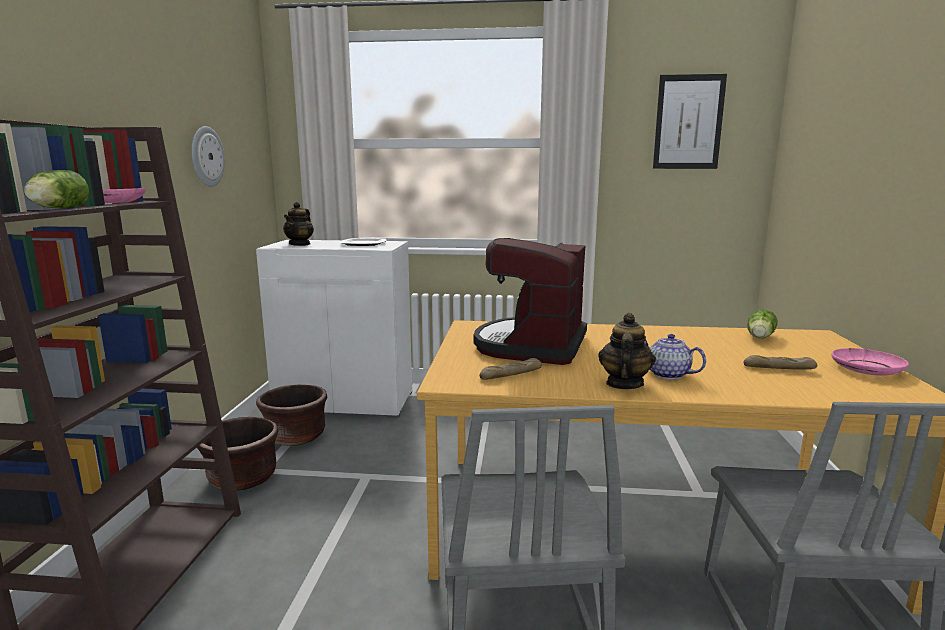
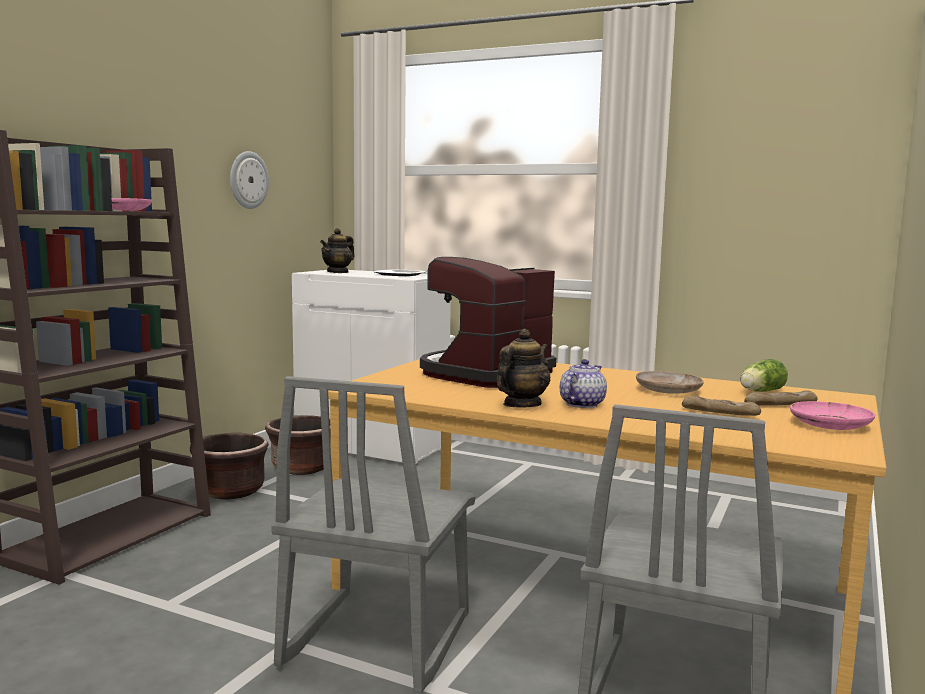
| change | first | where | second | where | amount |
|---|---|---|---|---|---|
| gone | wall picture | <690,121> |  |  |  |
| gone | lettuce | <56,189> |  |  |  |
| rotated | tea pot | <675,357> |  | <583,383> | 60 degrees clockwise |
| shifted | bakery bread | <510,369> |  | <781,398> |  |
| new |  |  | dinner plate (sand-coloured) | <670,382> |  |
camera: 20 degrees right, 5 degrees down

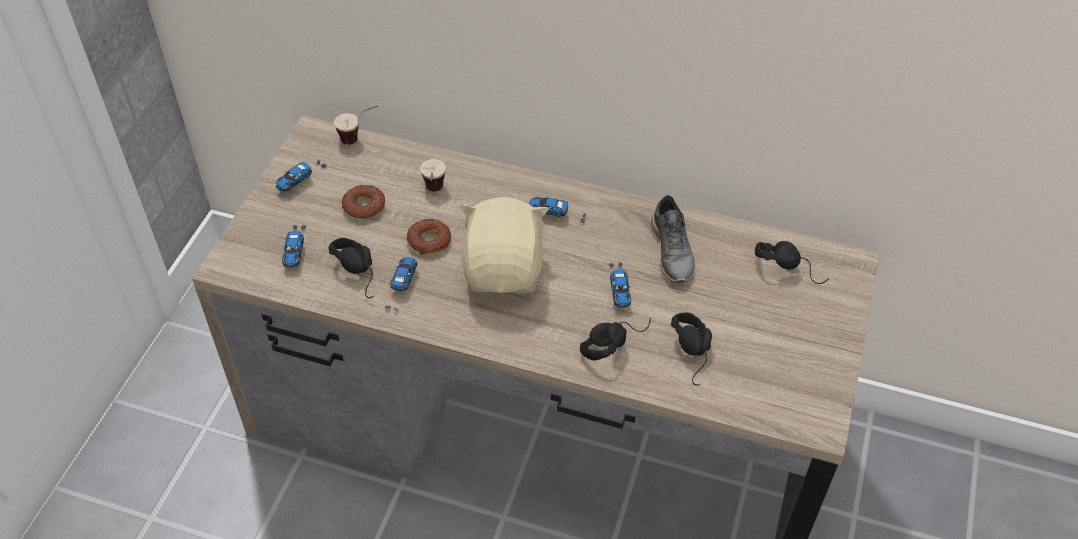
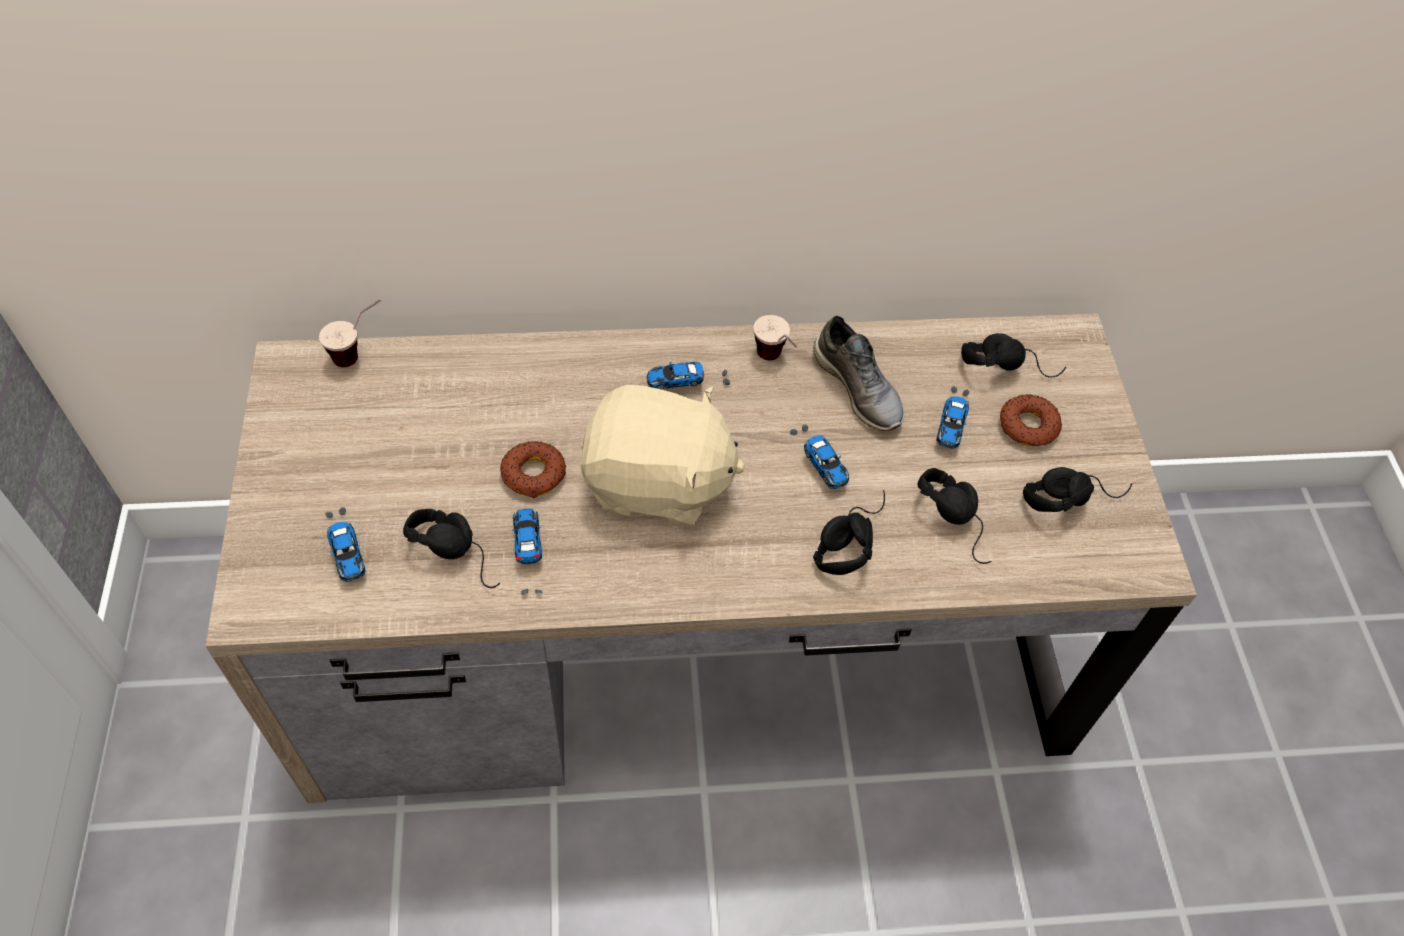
| change | first | where | second | where | amount |
|---|---|---|---|---|---|
| shifted | small cup | <433,175> |  | <775,337> |  |
| shifted | miniature car | <301,176> |  | <953,417> |  |
| shifted | ring doughnut | <363,202> |  | <1031,420> |  |
| rotated | cuddly toy (sand-coloured) | <504,245> |  | <663,455> | 120 degrees clockwise |
| new |  |  | headset (black-coloured) | <1077,489> |  |
camera: 25 degrees left, 5 degrees up

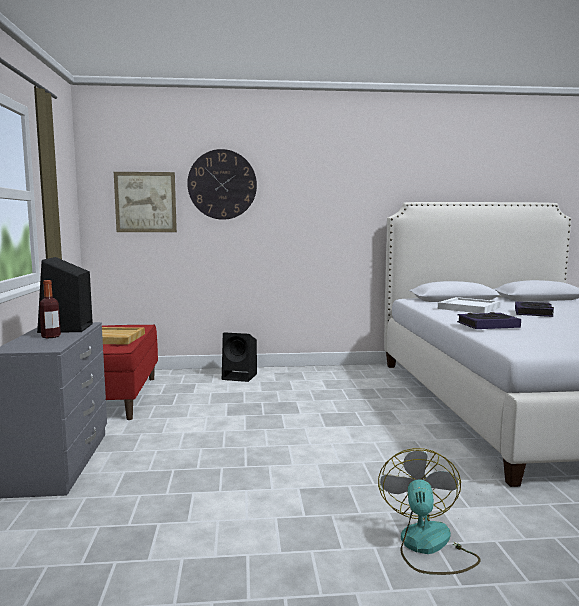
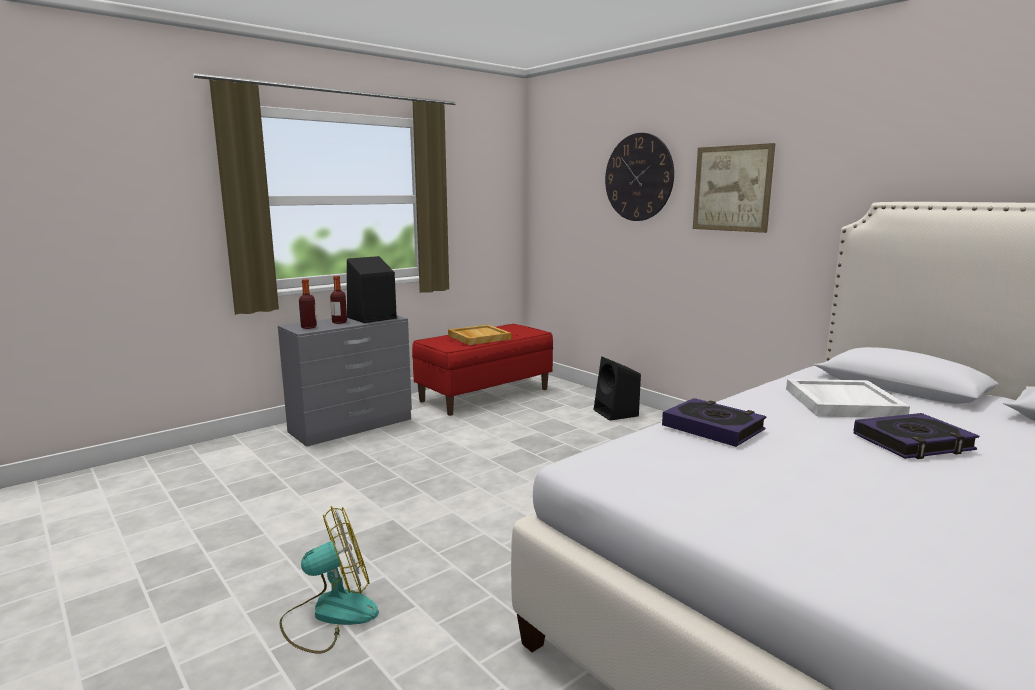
| change | first | where | second | where | amount |
|---|---|---|---|---|---|
| shifted | wall picture | <145,202> |  | <734,188> |  |
| new |  |  | bottle | <308,304> |  |
camera: 55 degrees right, 5 degrees up

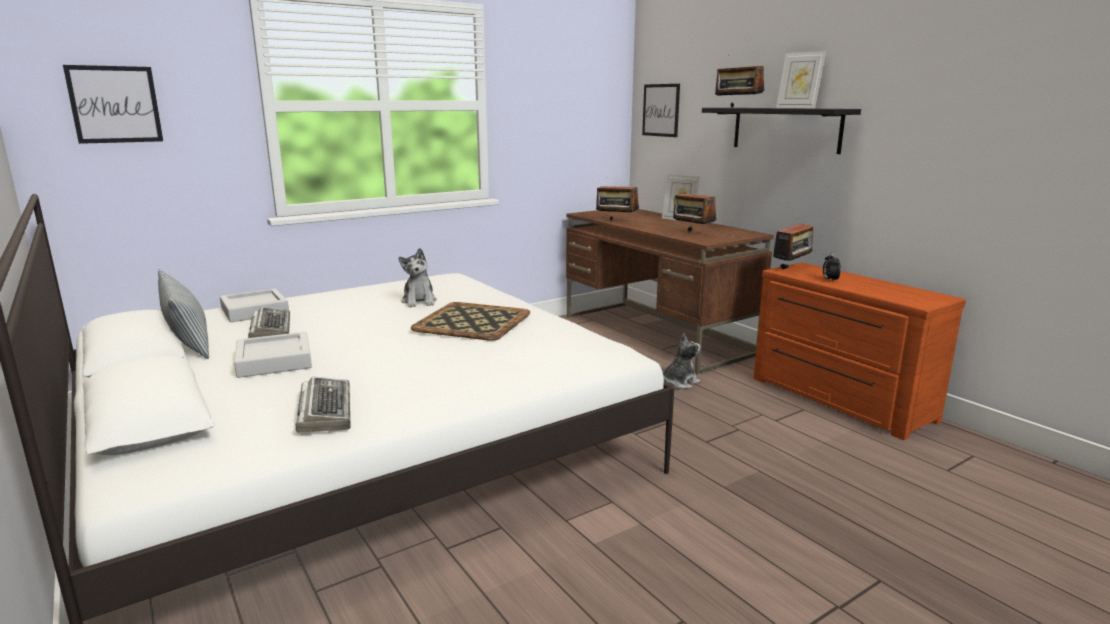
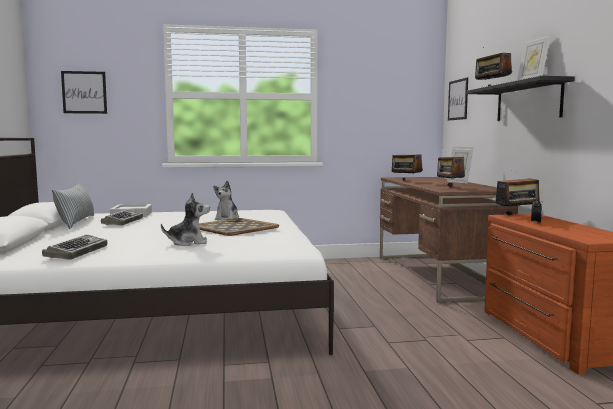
| change | first | where | second | where | amount |
|---|---|---|---|---|---|
| gone | carrying tray (gray) | <273,355> |  |  |  |
| shifted | cuddly toy | <681,361> |  | <185,219> |  |
camera: 25 degrees right, 10 degrees down

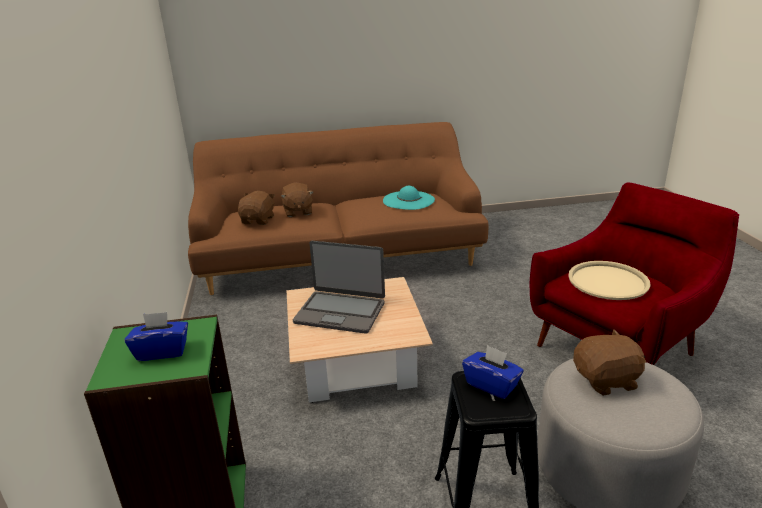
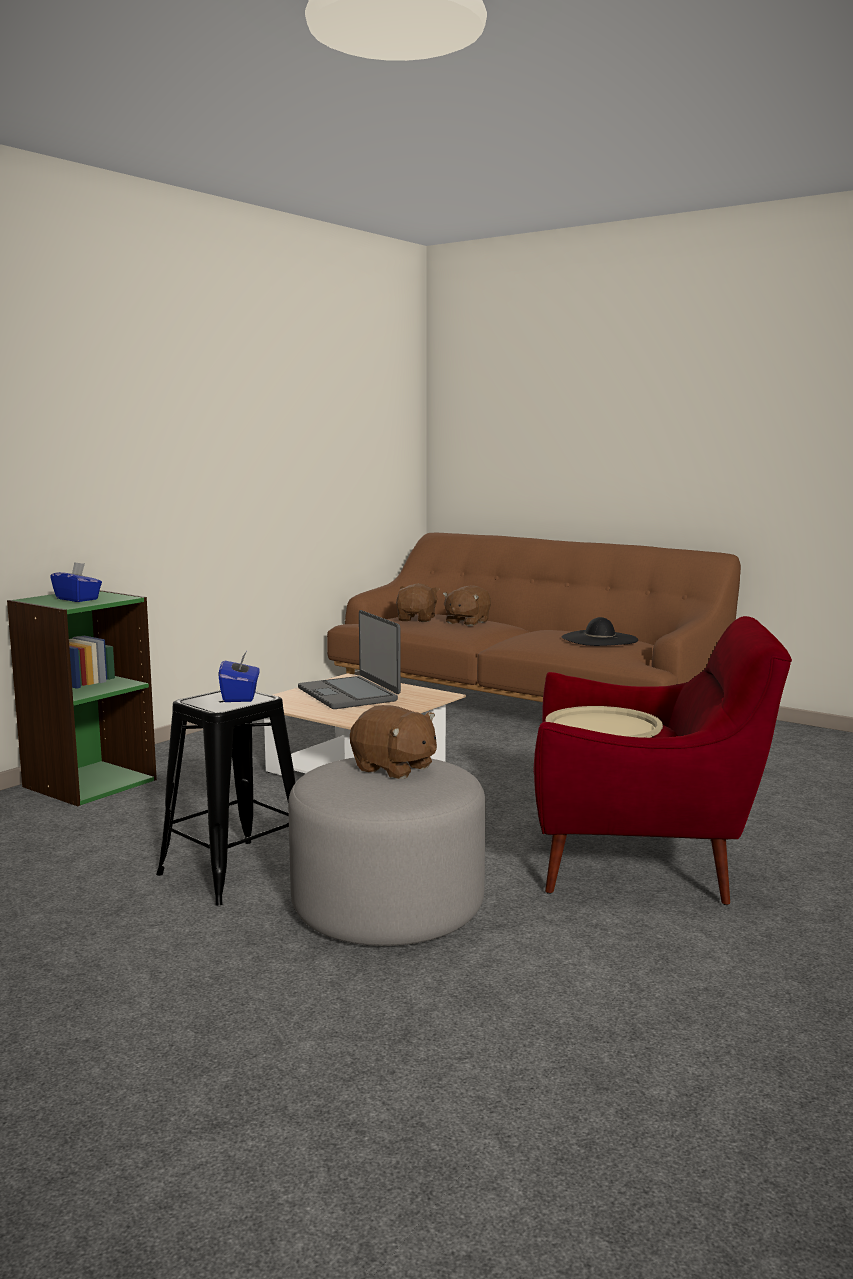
| change | first | where | second | where | amount |
|---|---|---|---|---|---|
| repainted | wearable hat (turquoise) | <409,198> | wearable hat (black-coloured) | <599,631> |  |
| rotated | cuddly toy (brown) | <256,208> |  | <418,602> | 45 degrees counterclockwise |
camera: 45 degrees right, 15 degrees down

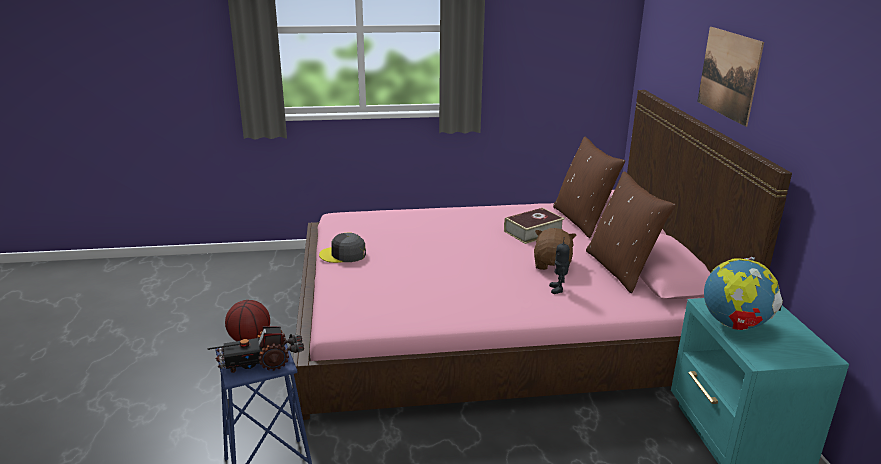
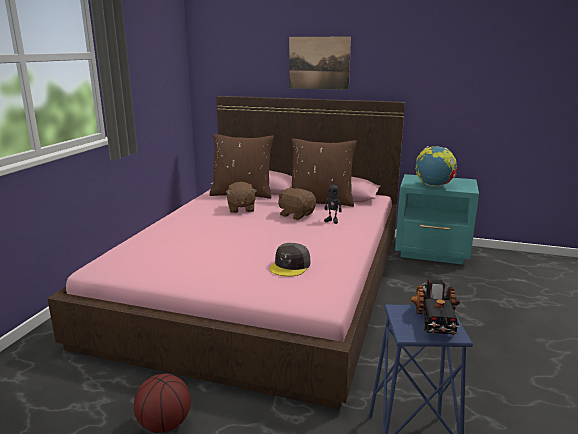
| change | first | where | second | where | amount |
|---|---|---|---|---|---|
| swapped | bound book | <534,226> | cuddly toy (brown) | <241,197> |  |
| shifted | peaked cap (gray) | <342,247> |  | <290,260> |  |
camera: 65 degrees left, 5 degrees down

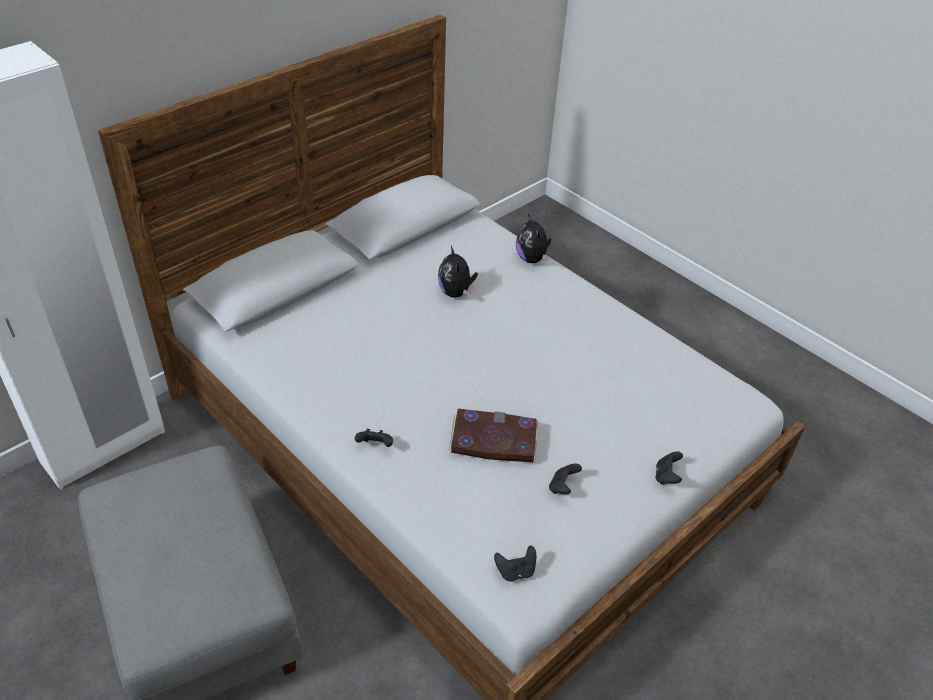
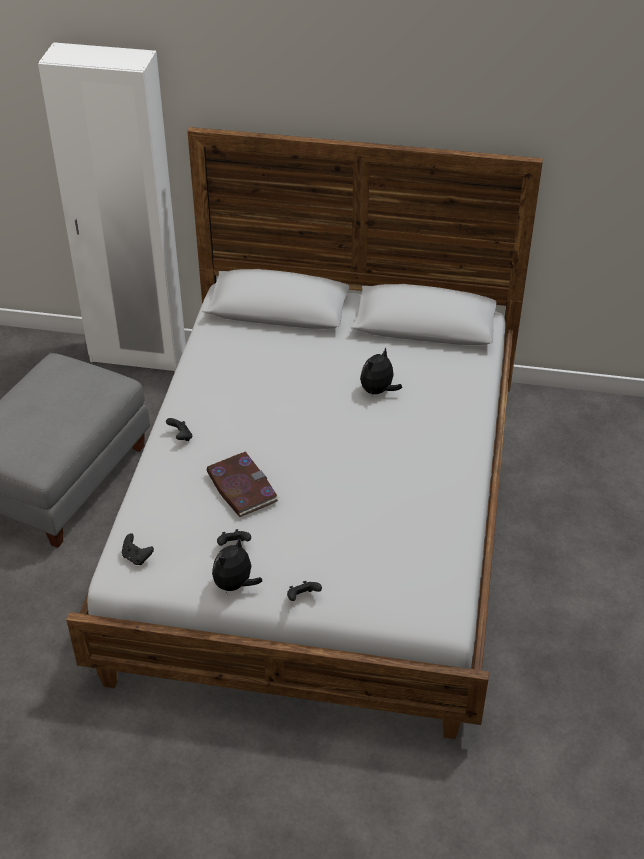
| change | first | where | second | where | amount |
|---|---|---|---|---|---|
| shifted | cuddly toy | <533,238> |  | <237,565> |  |
camera: 55 degrees right, 0 degrees up

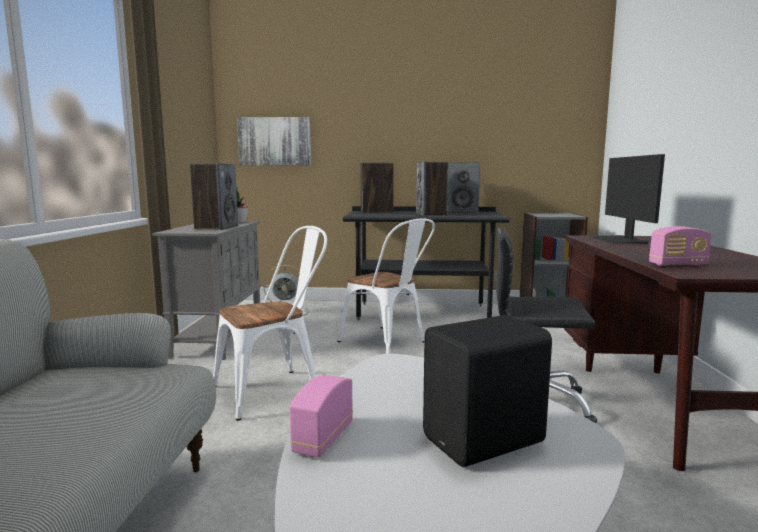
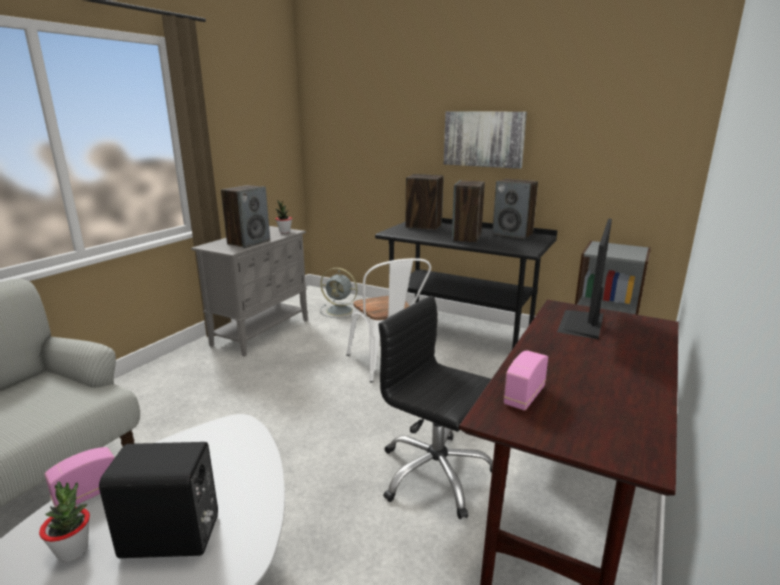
| change | first | where | second | where | amount |
|---|---|---|---|---|---|
| shifted | wall picture | <274,141> |  | <485,140> |  |
| gone | plain chair (white-coloured) | <270,323> |  |  |  |
| rotated | radio set | <680,246> |  | <526,380> | 105 degrees clockwise |
| new |  |  | potted plant | <64,521> |  |
camera: 25 degrees right, 10 degrees up

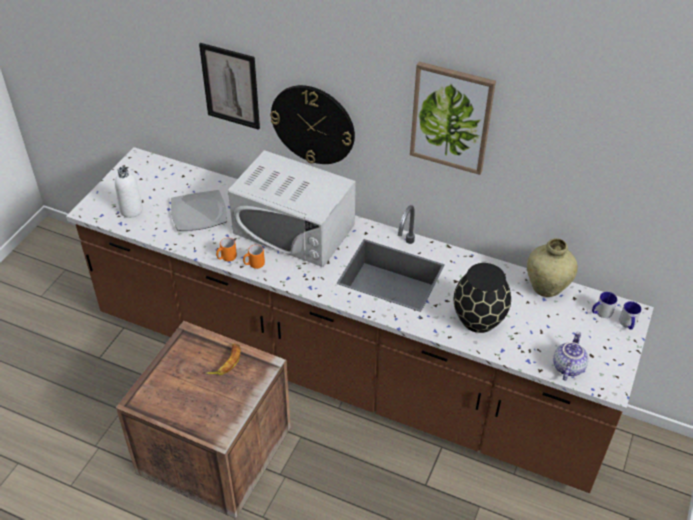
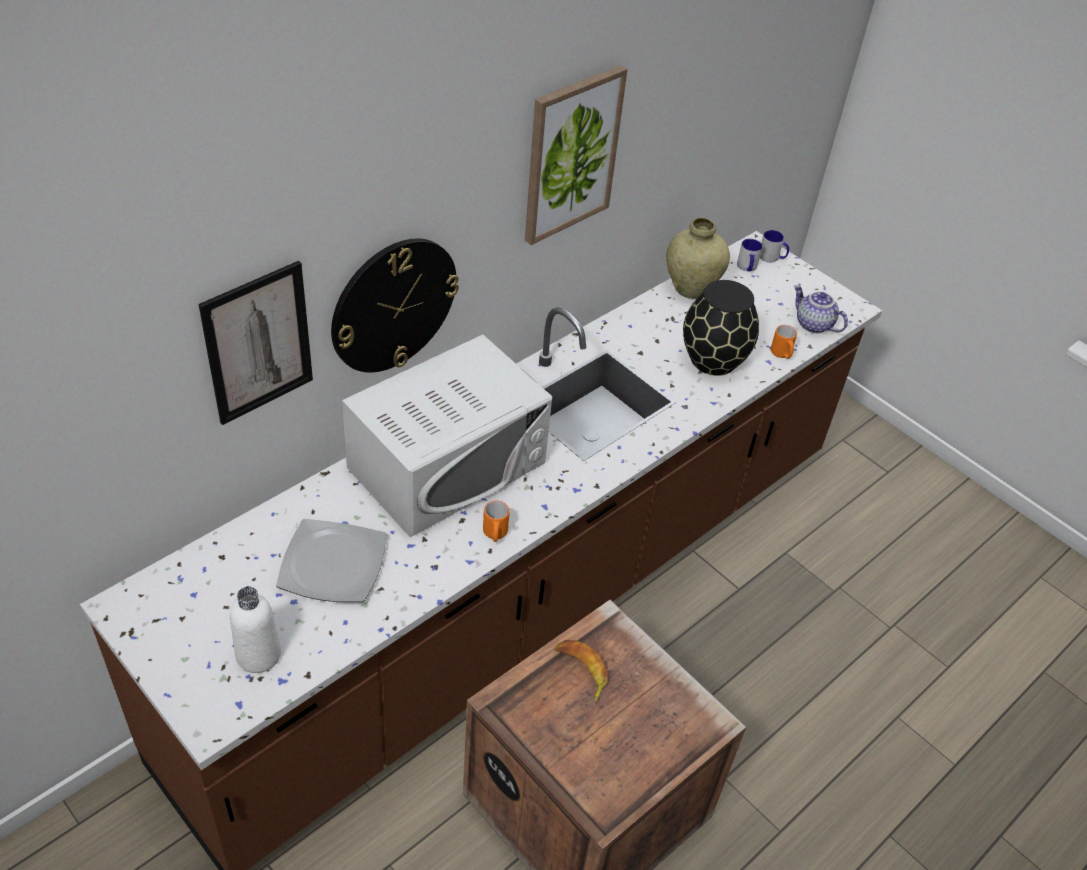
| change | first | where | second | where | amount |
|---|---|---|---|---|---|
| shifted | mug (orange) | <226,249> |  | <784,342> |  |
camera: 70 degrees left, 0 degrees up

